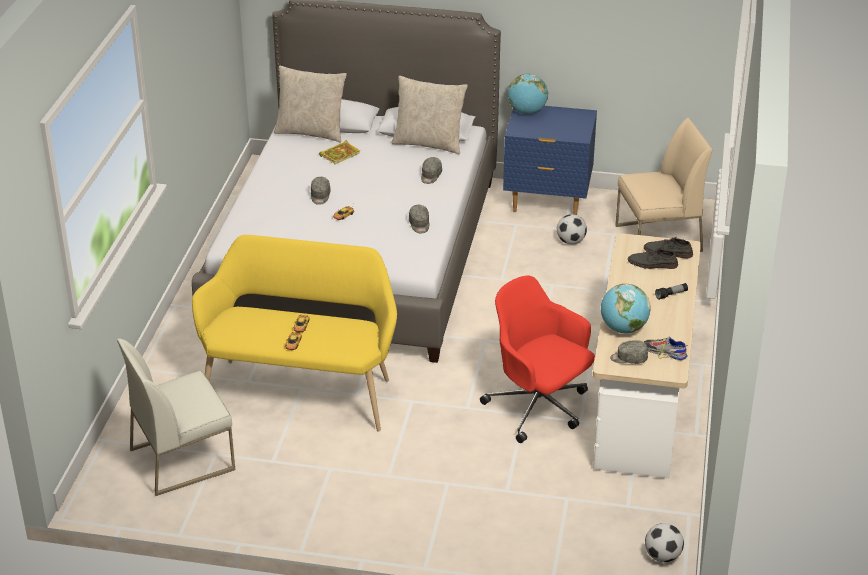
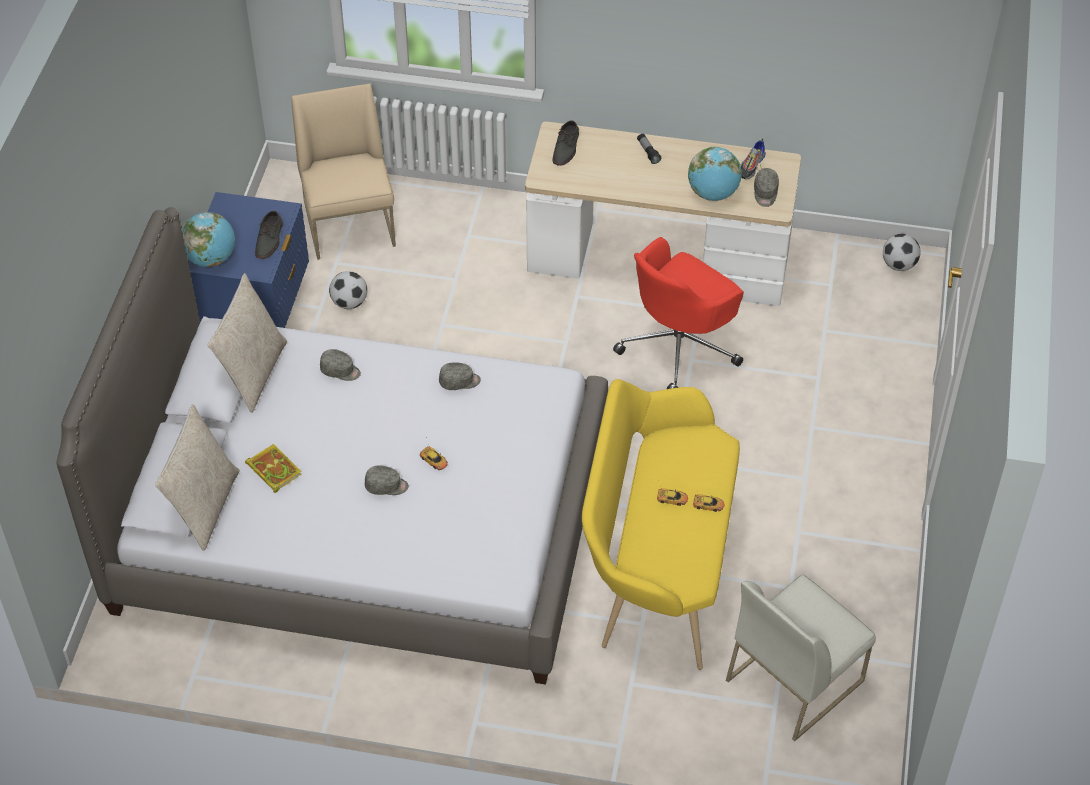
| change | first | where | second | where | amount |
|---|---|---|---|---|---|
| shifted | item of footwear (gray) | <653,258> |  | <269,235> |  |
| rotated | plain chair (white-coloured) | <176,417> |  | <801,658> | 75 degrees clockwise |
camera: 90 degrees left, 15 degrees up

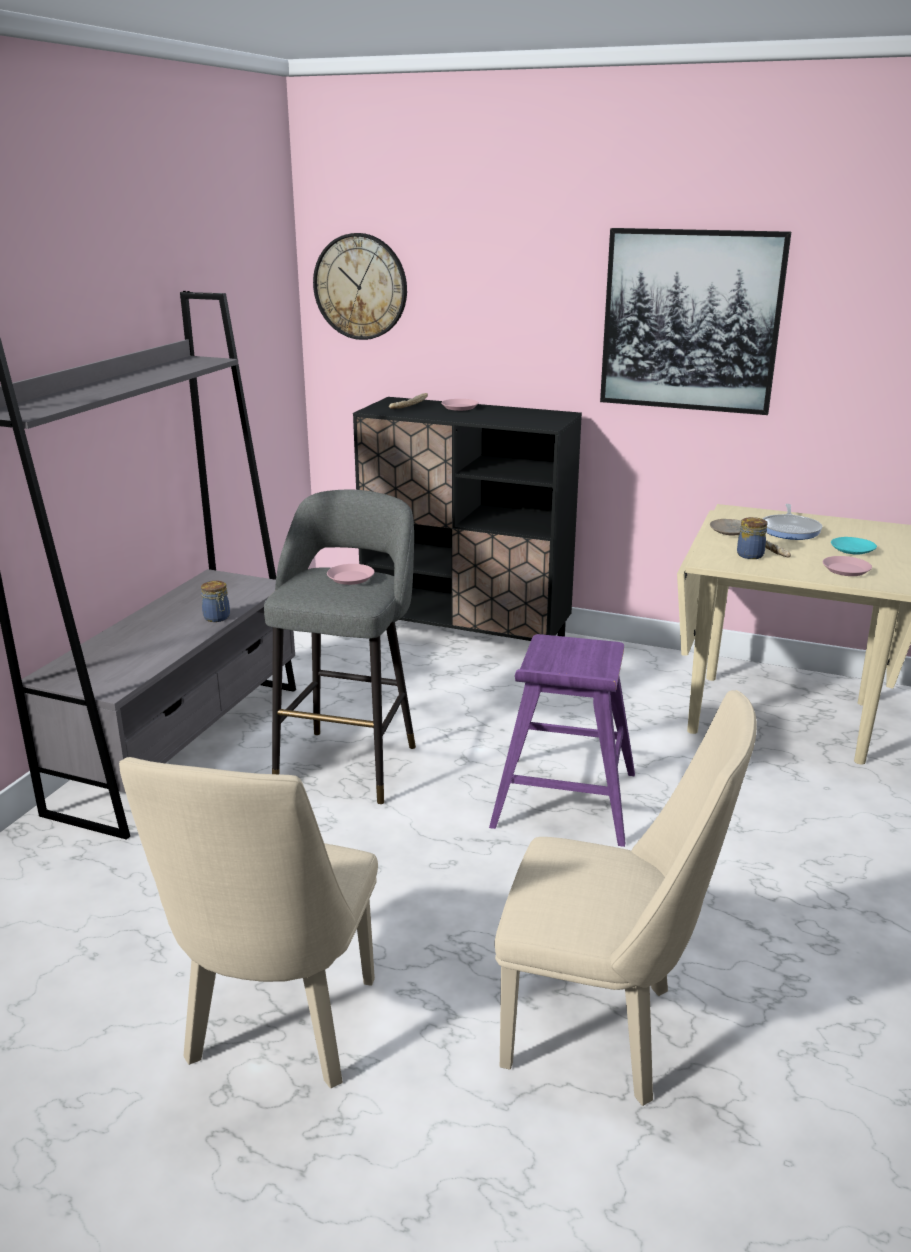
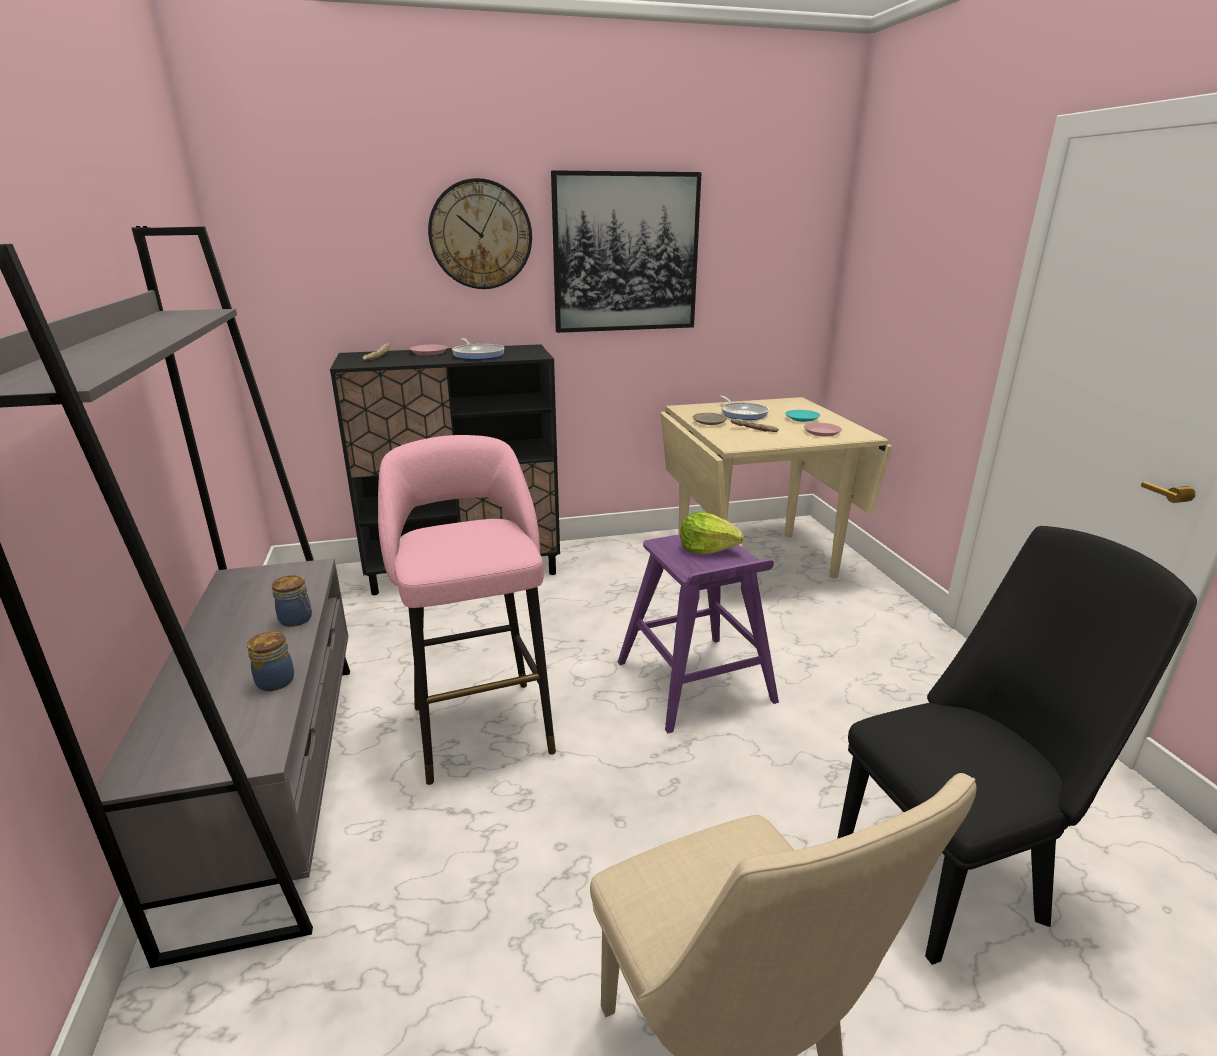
| change | first | where | second | where | amount |
|---|---|---|---|---|---|
| shifted | wall clock | <360,286> |  | <480,233> |  |
| repainted | sitting stool (gray) | <340,647> | sitting stool (pink) | <467,610> |  |
| shifted | jar | <752,538> |  | <270,661> |  |
| gone | dinner plate (pink) | <351,574> |  |  |  |
| repainted | plain chair (sand-coloured) | <626,898> | plain chair (black-coloured) | <1017,745> |  |
| new |  |  | frying pan | <478,349> |  |
| new |  |  | lettuce | <712,533> |  |
camera: 35 degrees left, 0 degrees up

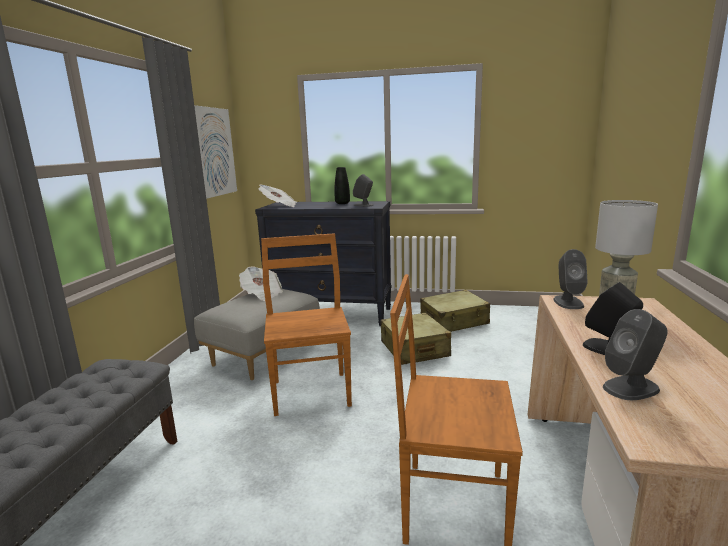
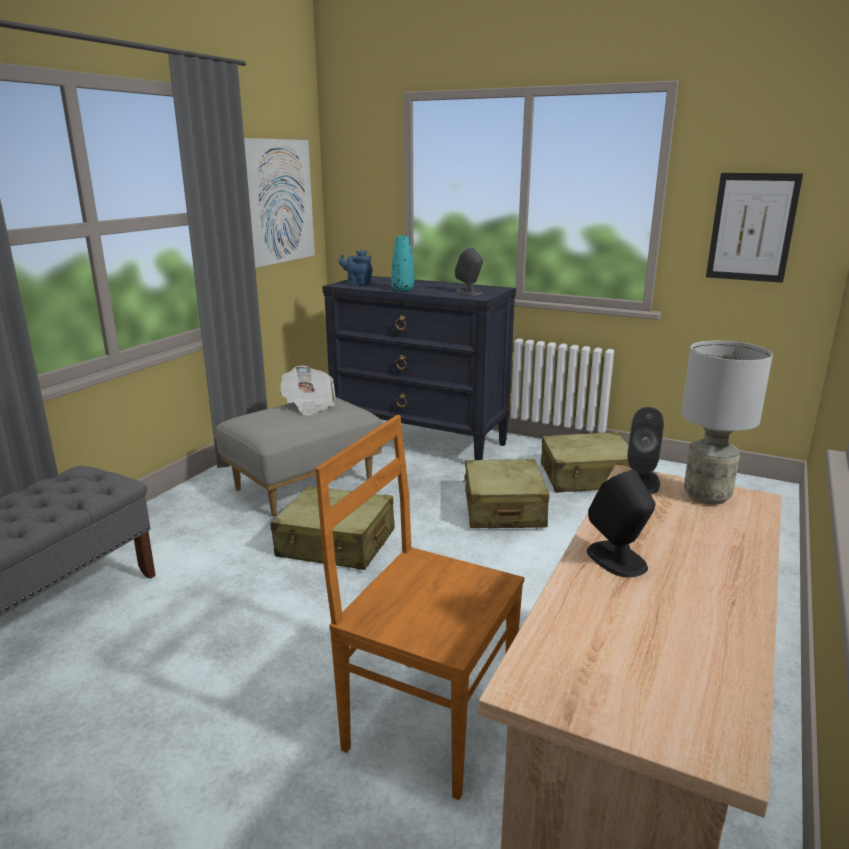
| change | first | where | second | where | amount |
|---|---|---|---|---|---|
| gone | flower vase (black-coloured) | <342,185> |  |  |  |
| swapped | printed paper | <278,196> | tea pot (blue-coloured) | <356,267> |  |
| swapped | plain chair (brown) | <306,324> | suitcase (sand-coloured) | <332,528> |  |
| gone | speaker (gray) | <635,354> |  |  |  |
| new |  |  | wall picture | <754,228> |  |
| new |  |  | flower vase (turquoise) | <403,263> |  |
camera: 15 degrees right, 5 degrees up

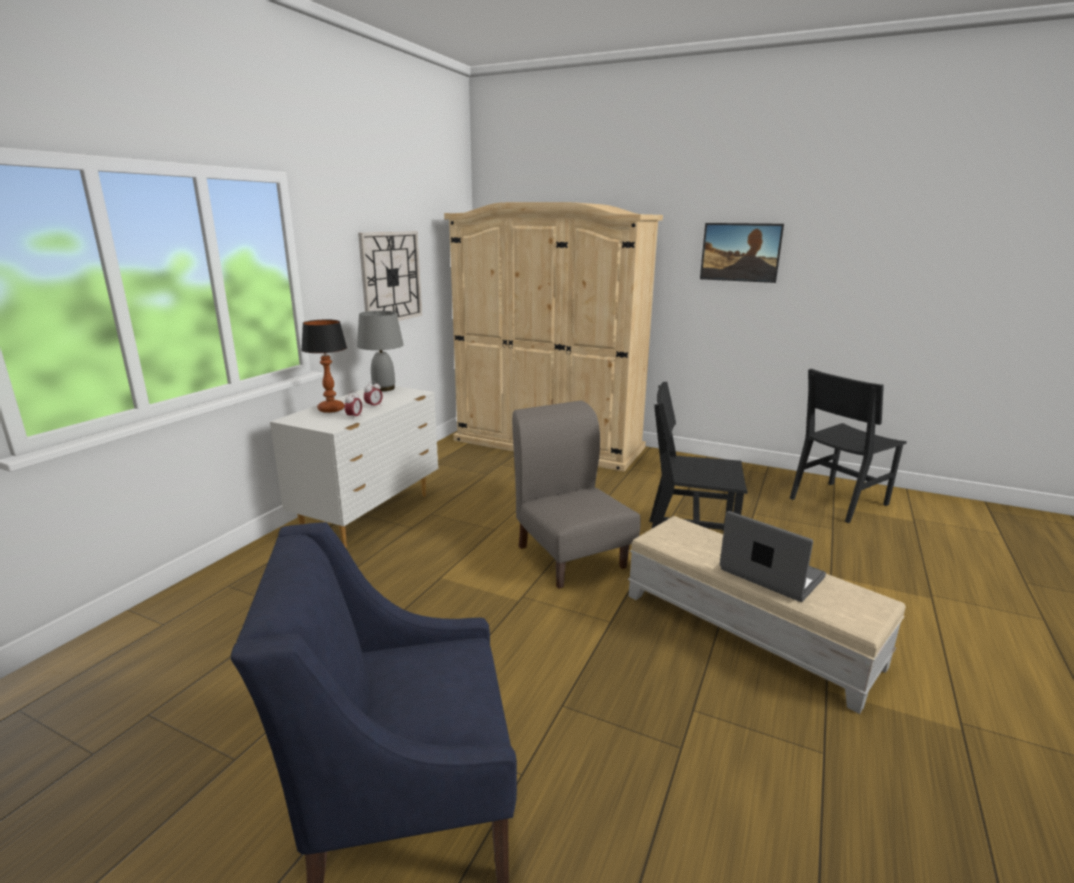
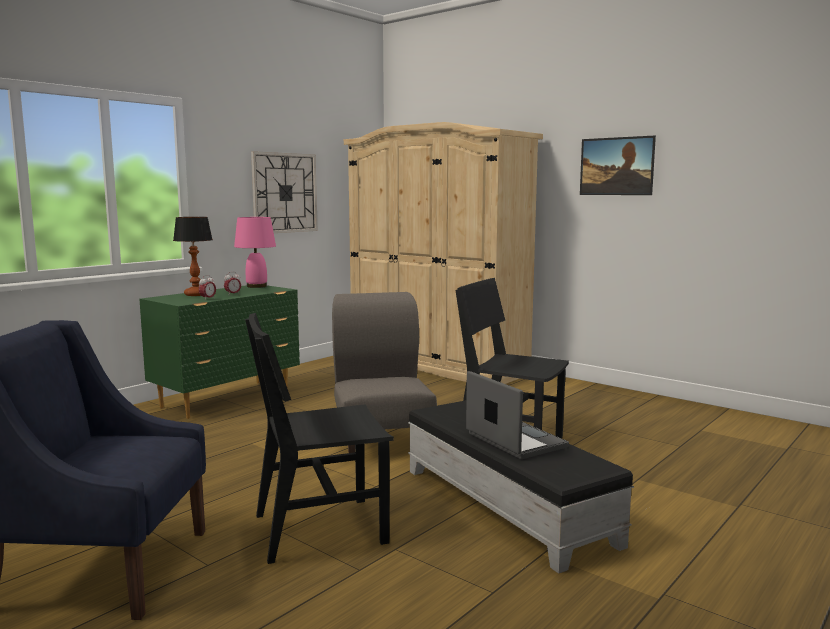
| change | first | where | second | where | amount |
|---|---|---|---|---|---|
| repainted | lamp for a table (gray) | <380,351> | lamp for a table (pink) | <255,252> |  |
| shifted | plain chair (black-coloured) | <848,446> |  | <319,438> |  |
| repainted | dresser (white-coloured) | <354,467> | dresser (greenish) | <219,352> |  |
| repainted | ottoman (sand-coloured) | <767,615> | ottoman (black-coloured) | <521,487> |  |
camera: 15 degrees right, 10 degrees down

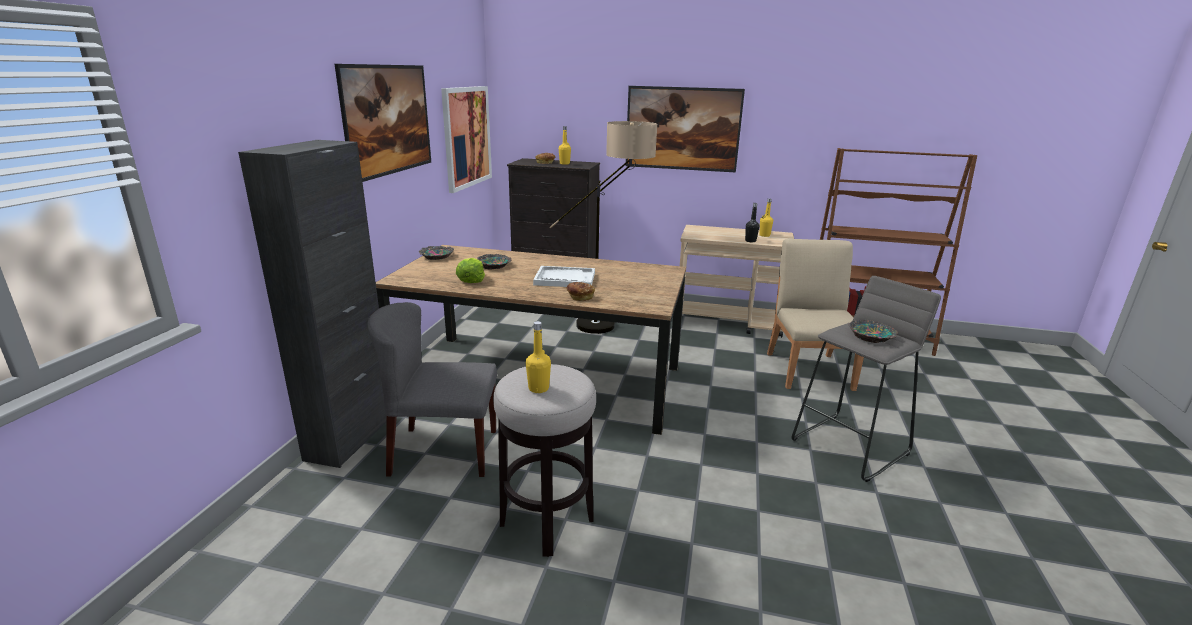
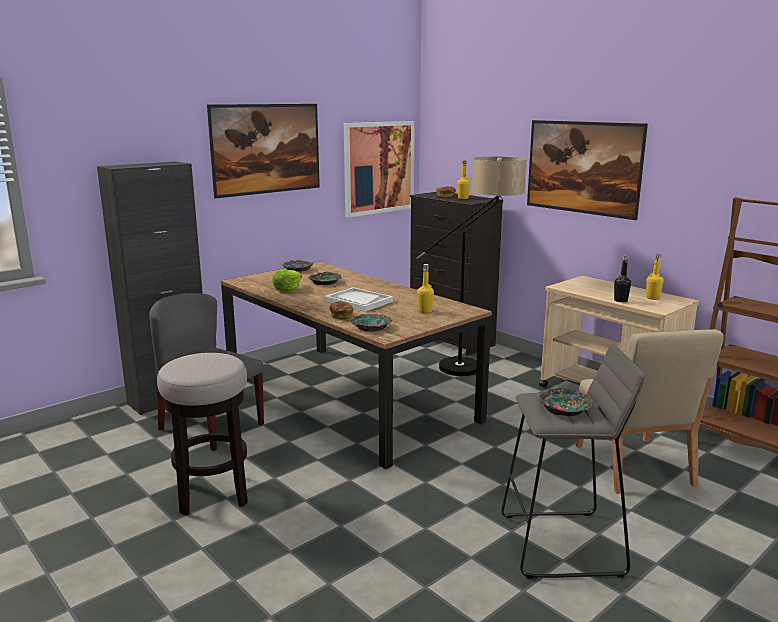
| change | first | where | second | where | amount |
|---|---|---|---|---|---|
| rotated | plain chair (sand-coloured) | <815,315> |  | <650,411> | 135 degrees clockwise |
| shifted | bottle (yellow) | <538,357> |  | <425,288> |  |
| new |  |  | serving bowl | <371,323> |  |
camera: 35 degrees right, 5 degrees down

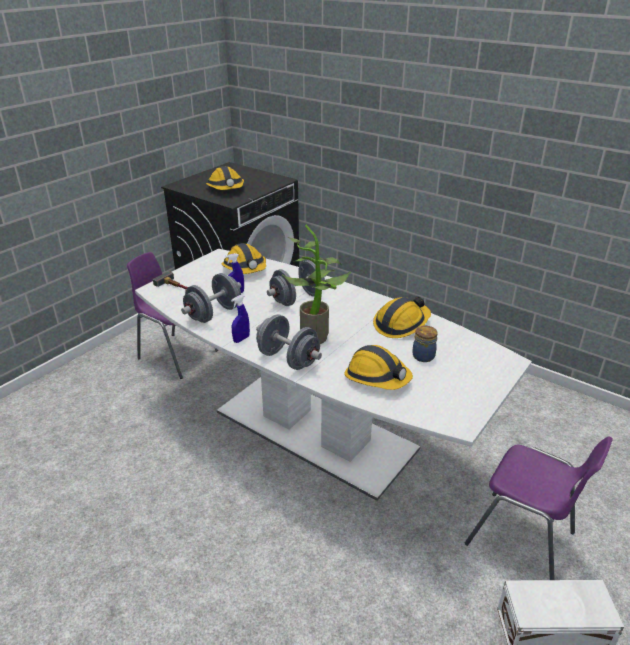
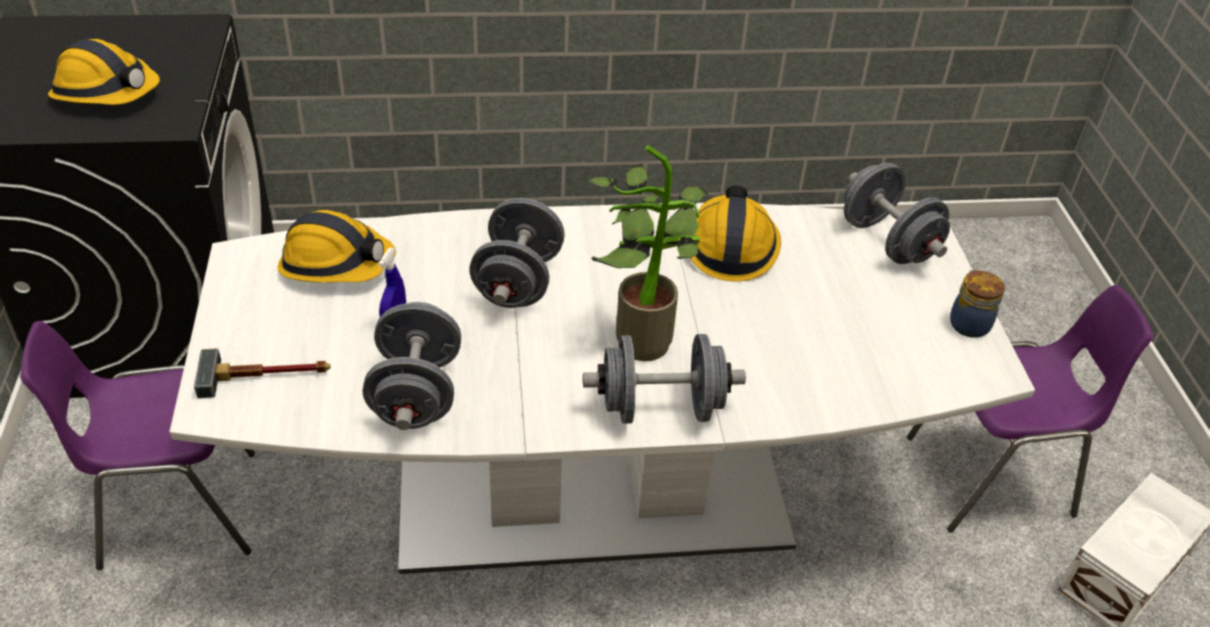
| change | first | where | second | where | amount |
|---|---|---|---|---|---|
| gone | hand sprayer (blue-coloured) | <240,319> |  |  |  |
| shifted | jar | <425,344> |  | <977,304> |  |
| gone | work helmet | <378,367> |  |  |  |
| new |  |  | free weight (gray) | <897,213> |  |
camera: 45 degrees left, 10 degrees up

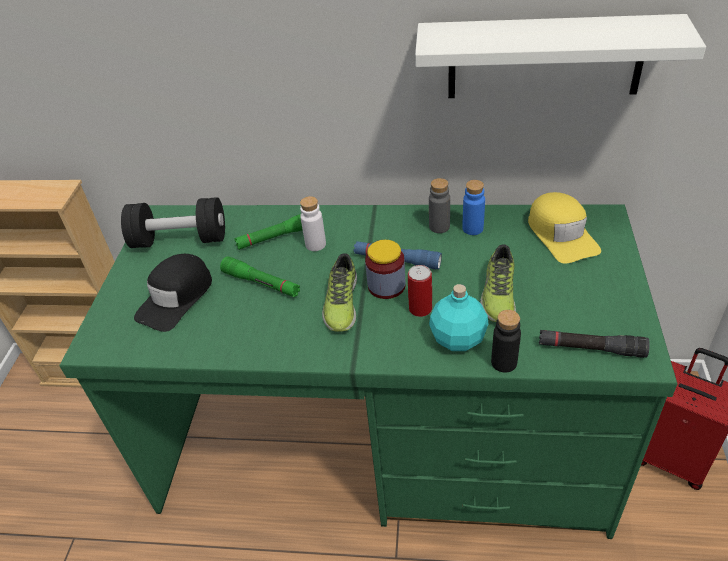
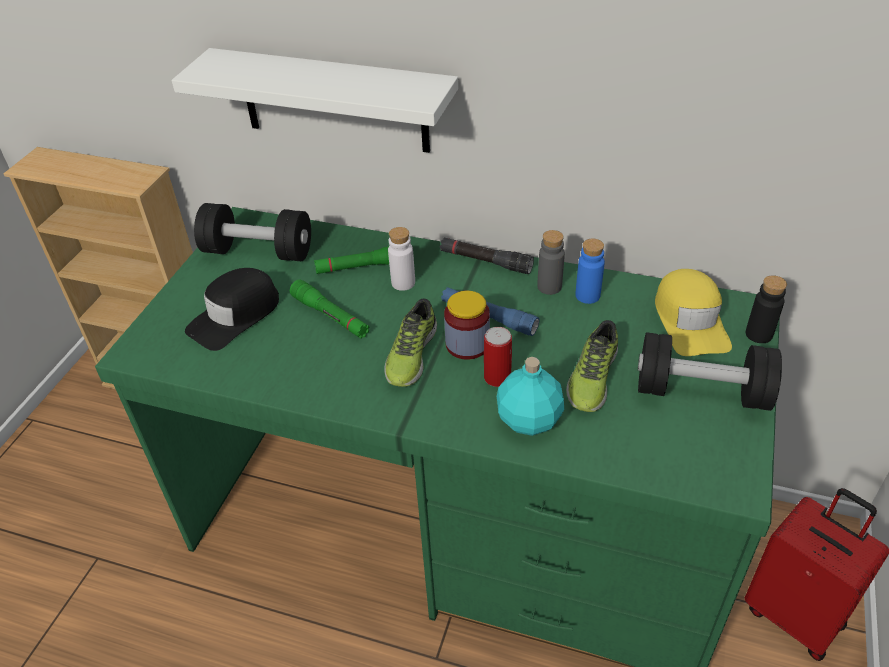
| change | first | where | second | where | amount |
|---|---|---|---|---|---|
| shifted | shelf (white-coloured) | <560,56> |  | <315,100> |  |
| shifted | bottle (black-coloured) | <506,341> |  | <766,309> |  |
| shifted | hand torch (black-coloured) | <594,344> |  | <487,256> |  |
| new |  |  | free weight (black-coloured) | <710,371> |  |
camera: 10 degrees right, 0 degrees up

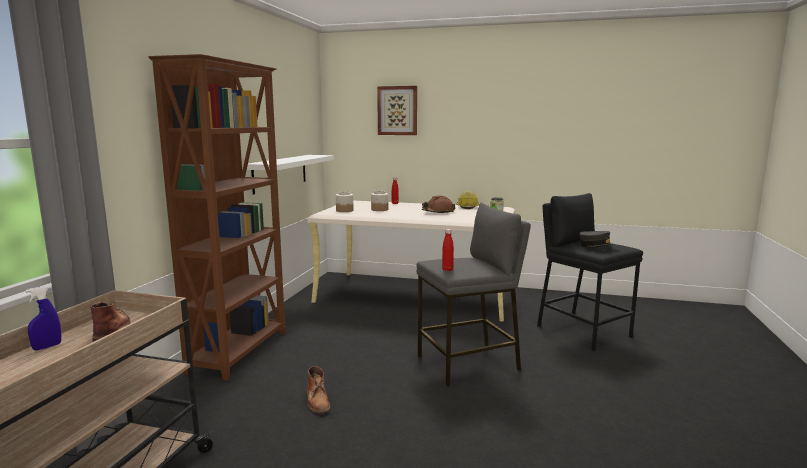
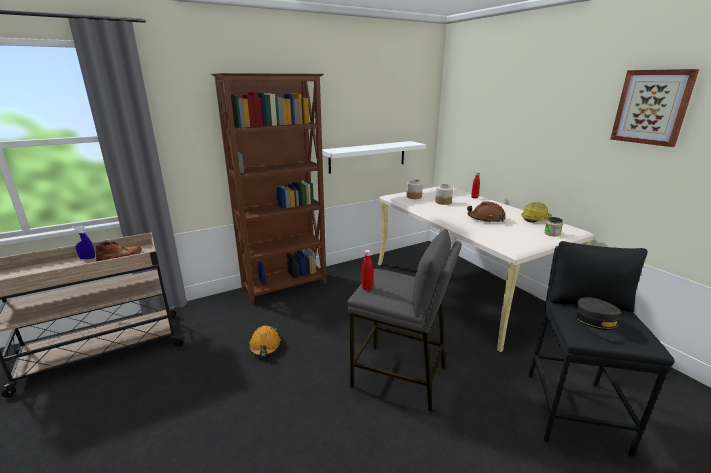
| change | first | where | second | where | amount |
|---|---|---|---|---|---|
| shifted | wall picture | <397,110> |  | <654,108> |  |
| swapped | boot (brown) | <318,390> | work helmet (orange) | <265,340> |  |
camera: 45 degrees right, 10 degrees up

